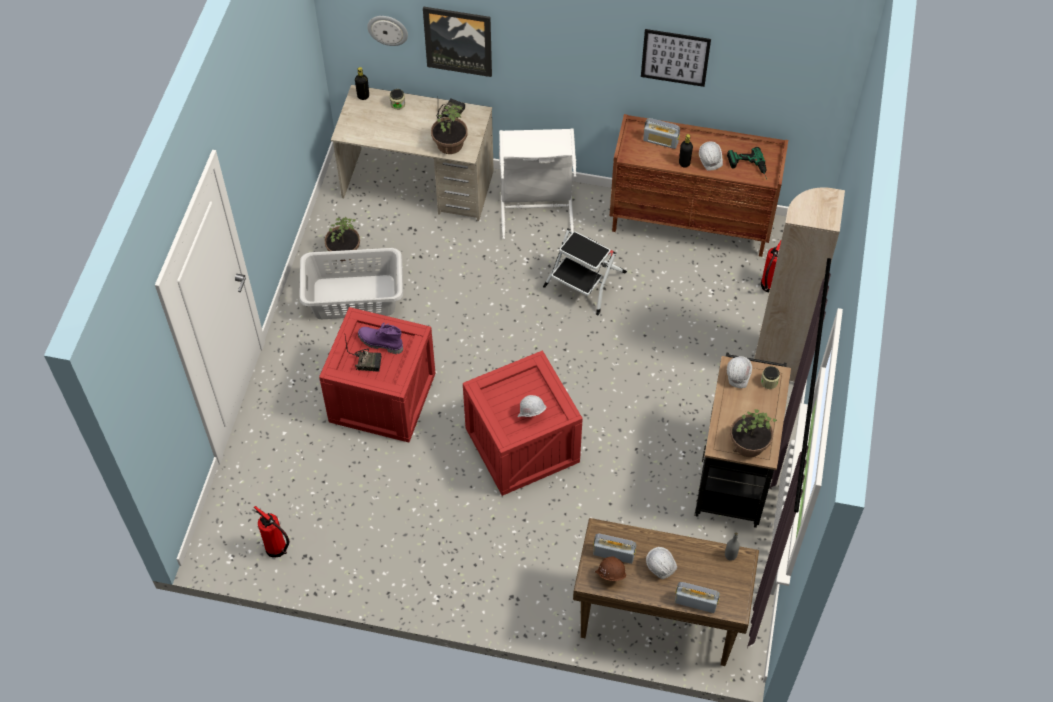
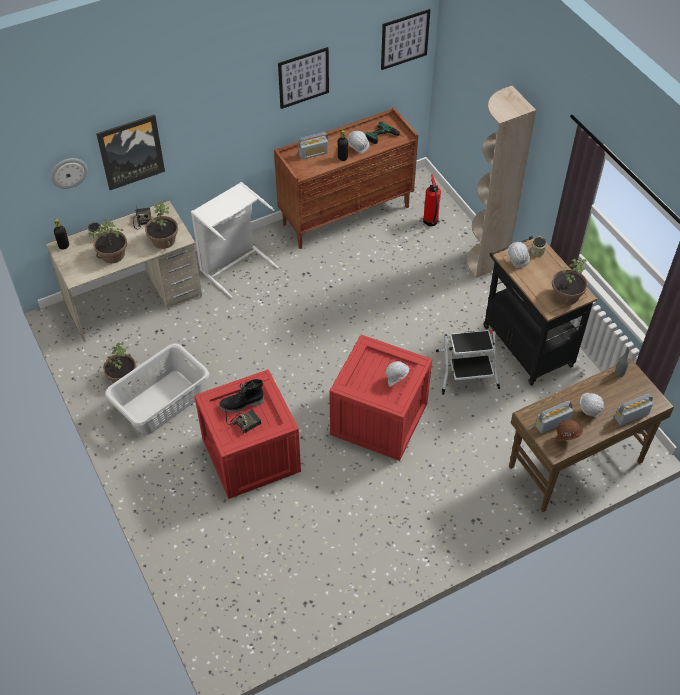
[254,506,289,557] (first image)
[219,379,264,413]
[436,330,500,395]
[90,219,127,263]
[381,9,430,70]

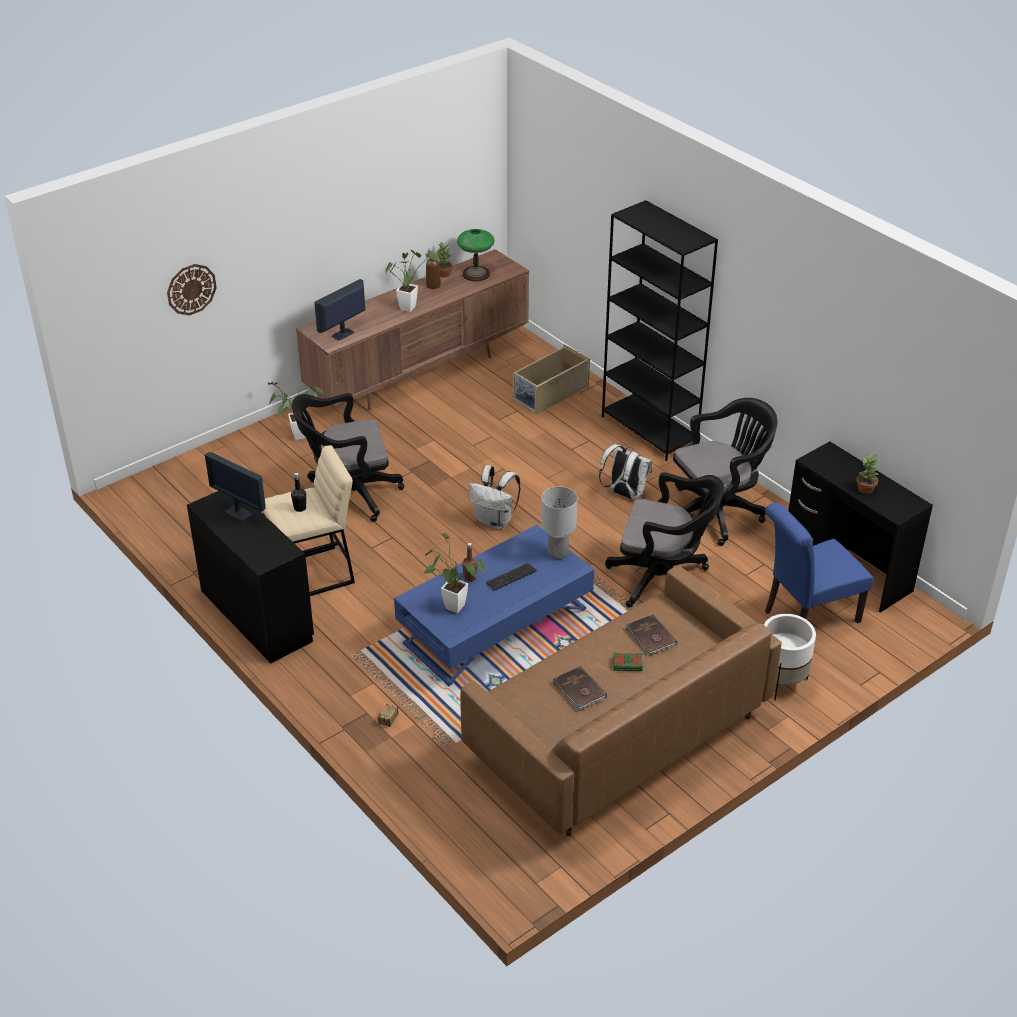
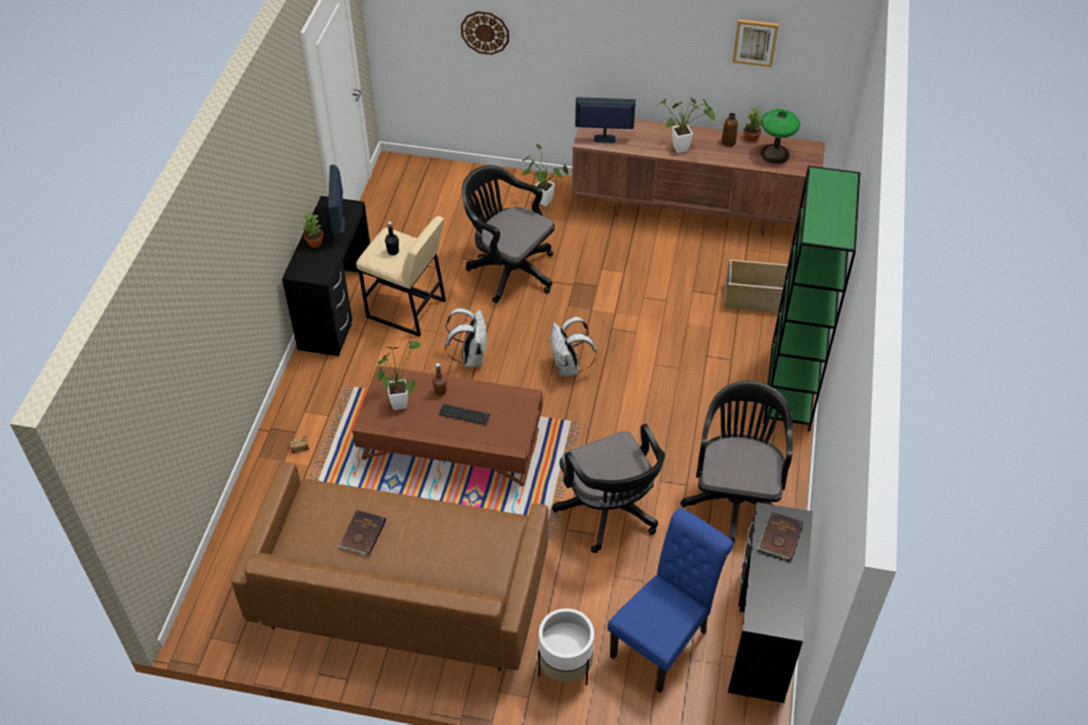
[352,365,543,486]
[541,487,578,559] (first image)
[445,308,488,367]
[763,166,861,431]
[613,652,643,671] (first image)
[756,511,803,560]
[680,381,793,542]
[608,508,734,693]
[303,211,323,248]
[732,19,779,67]

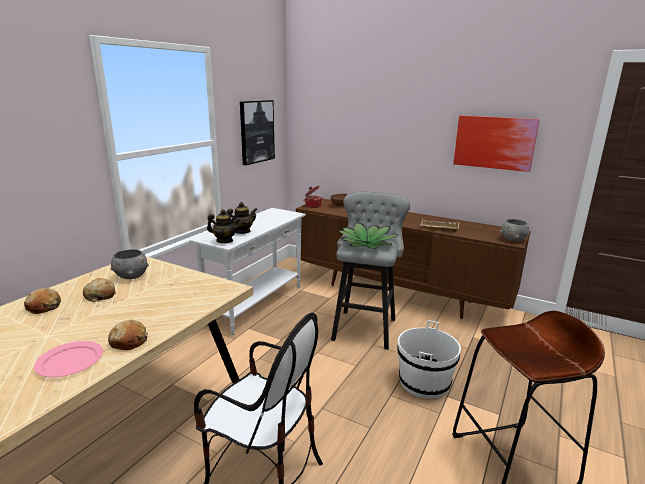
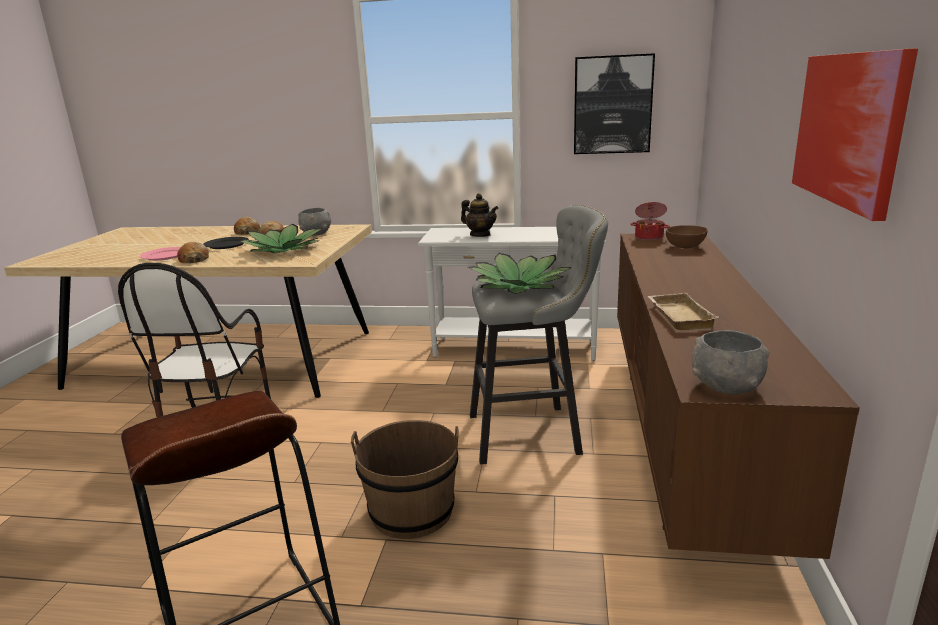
[207,209,240,243] (first image)
[351,420,459,539]
[203,237,249,249]
[240,224,323,253]

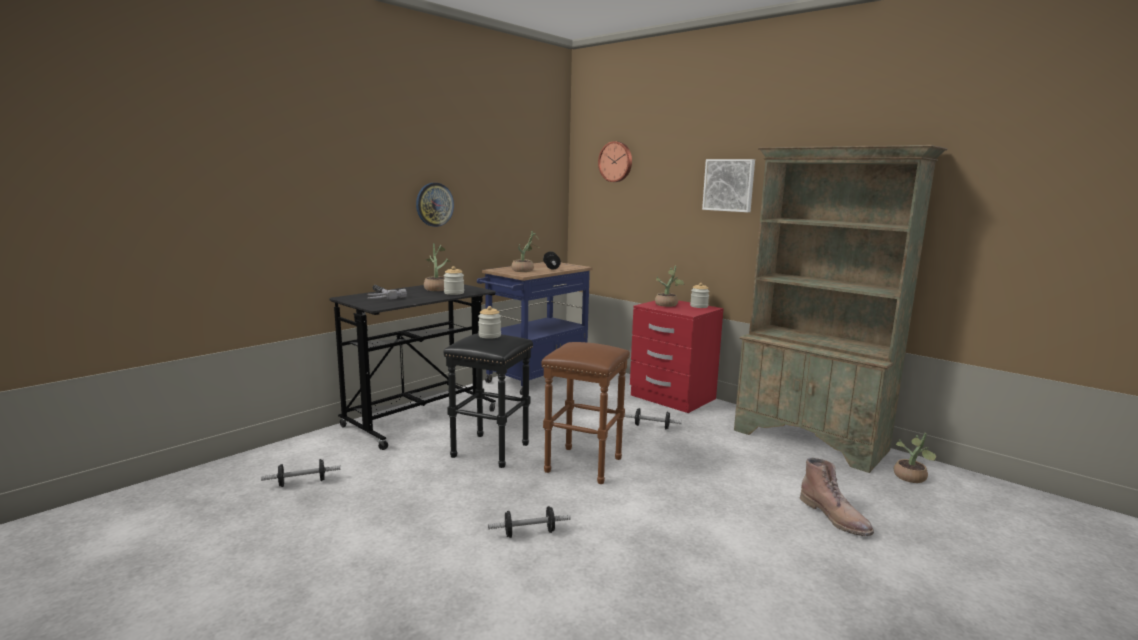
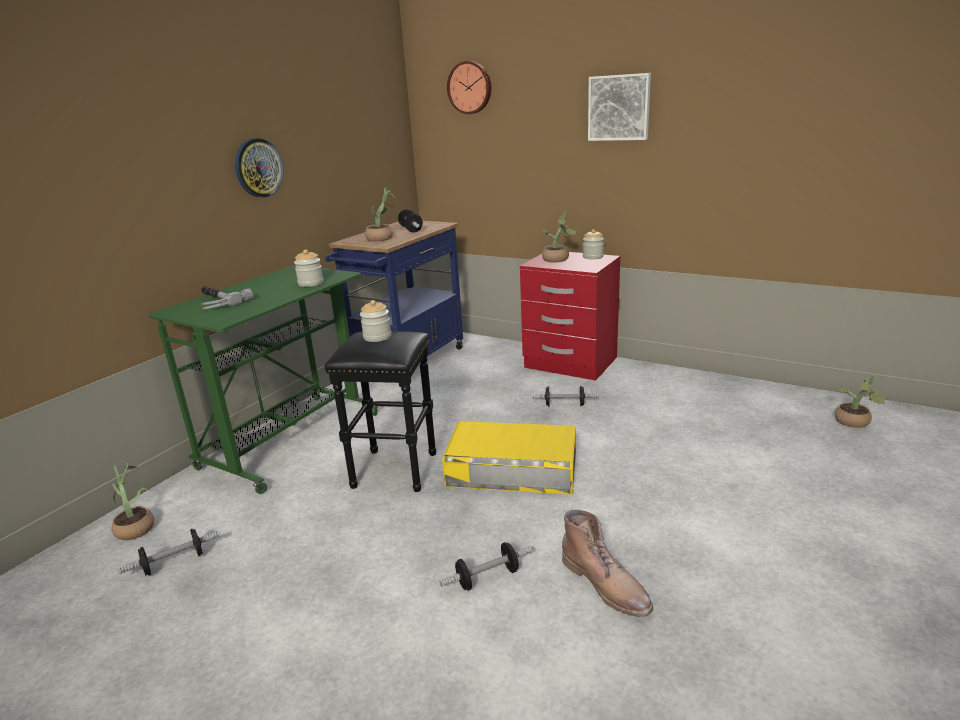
[149,265,378,494]
[108,463,154,540]
[442,421,576,494]
[734,145,948,473] (first image)
[562,510,653,617]

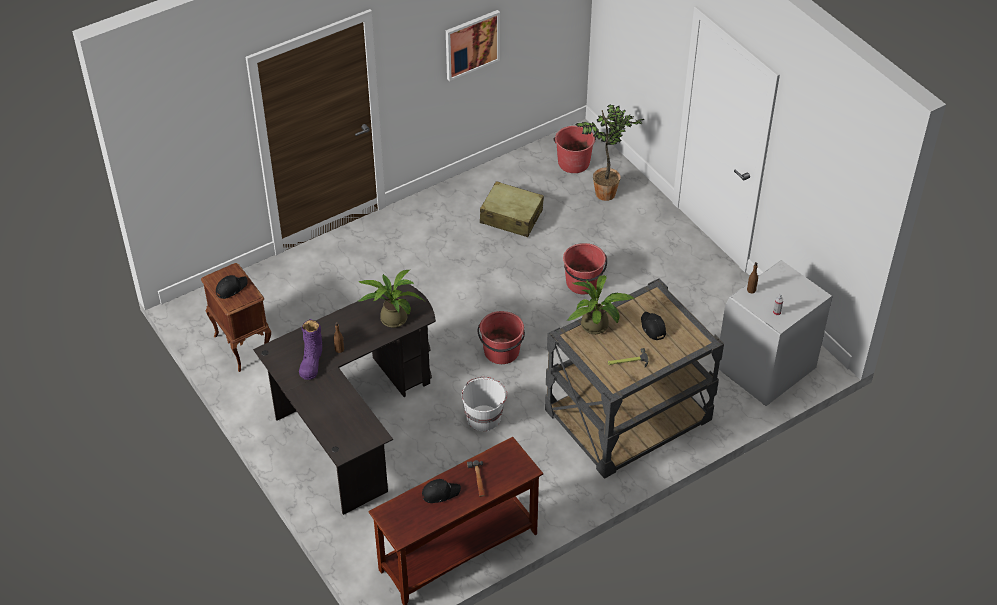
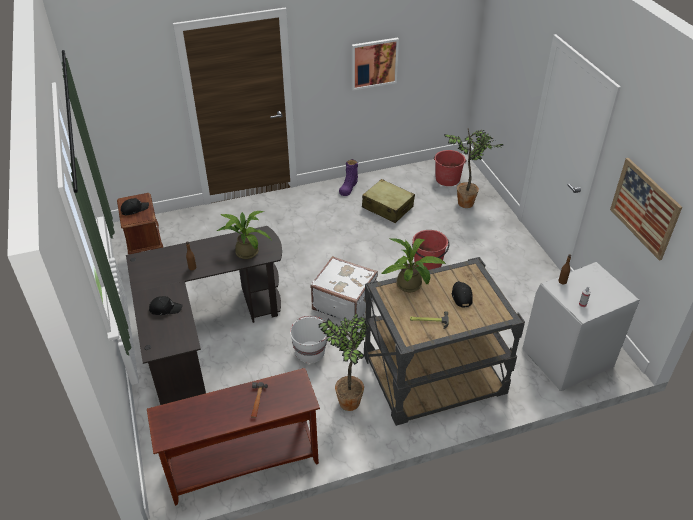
[339,159,358,196]
[149,296,183,315]
[310,256,378,322]
[319,314,368,411]
[610,158,682,261]

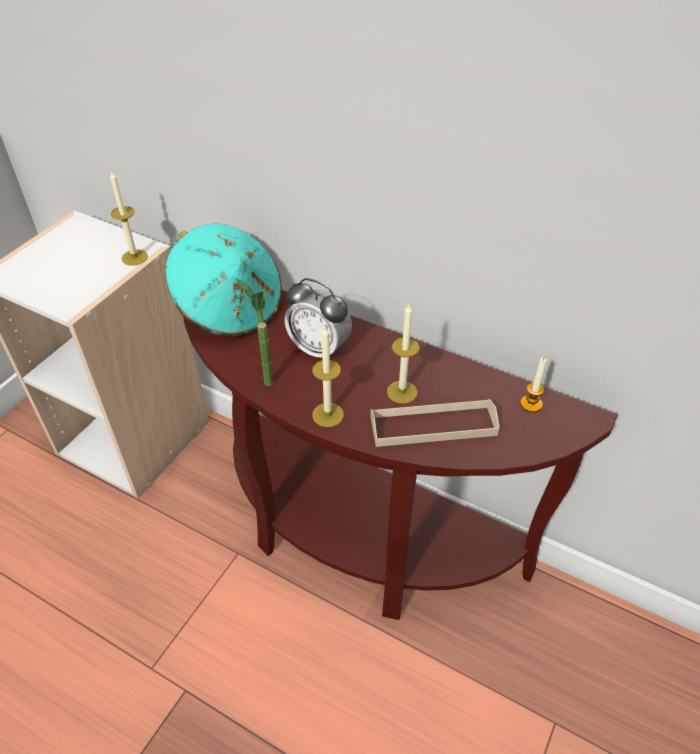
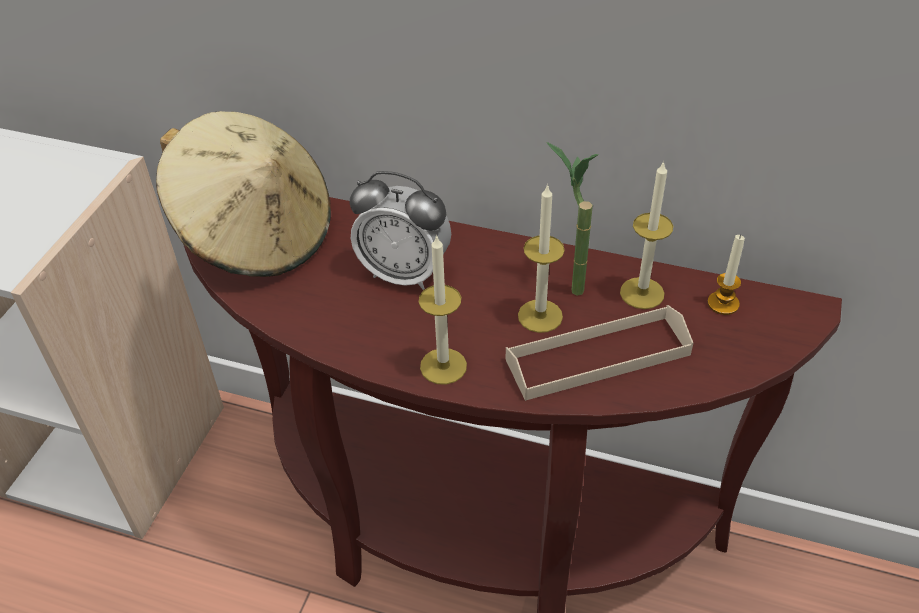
[620,161,673,309]
[156,111,331,277]
[546,142,599,296]

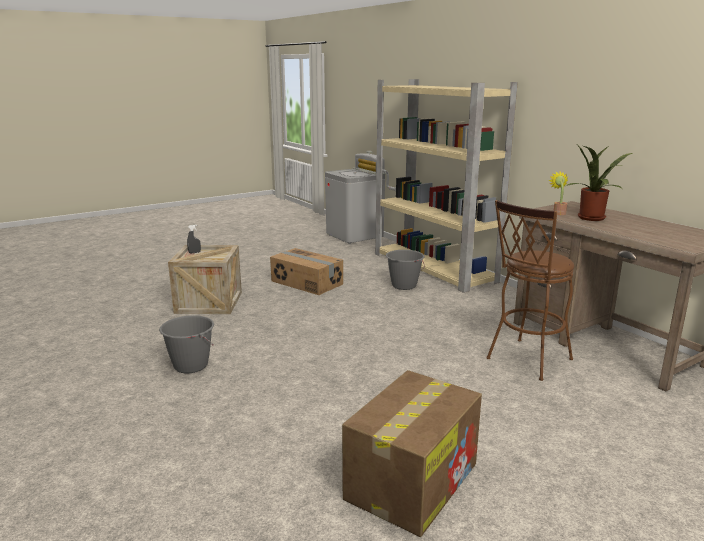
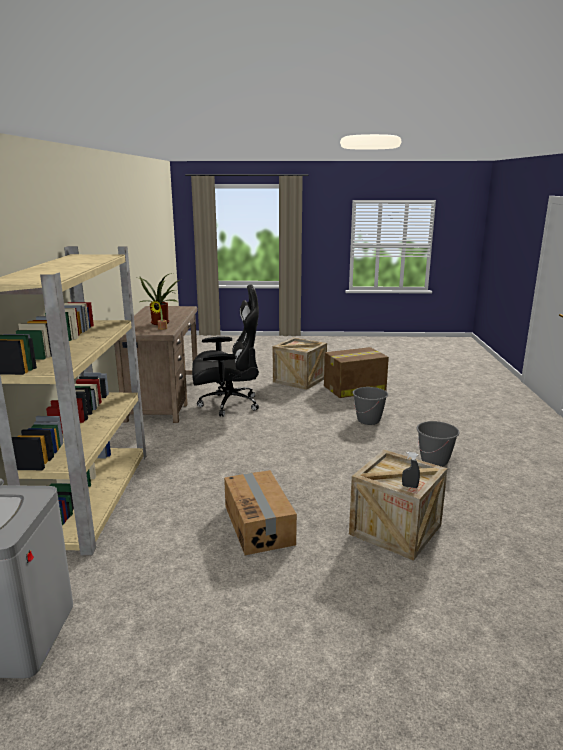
[352,387,388,425]
[192,285,259,417]
[273,337,327,390]

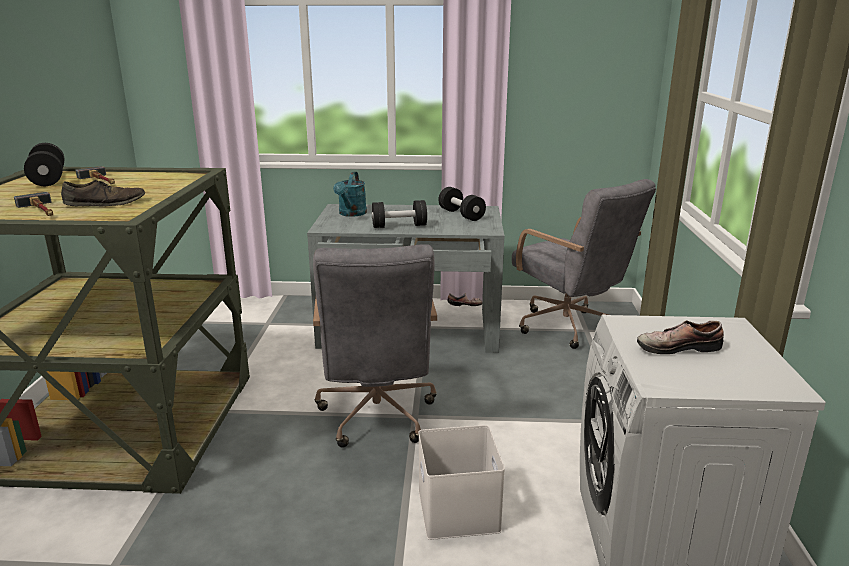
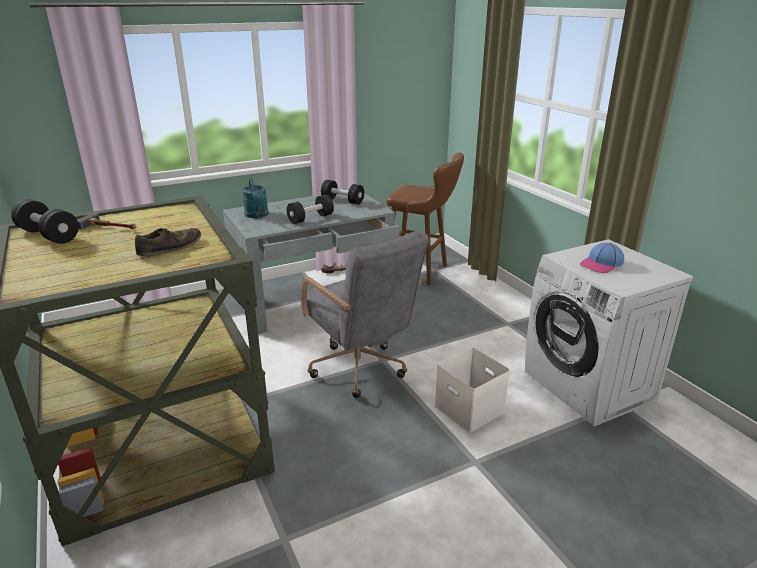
[14,192,53,216] (first image)
[386,153,464,285]
[580,243,624,273]

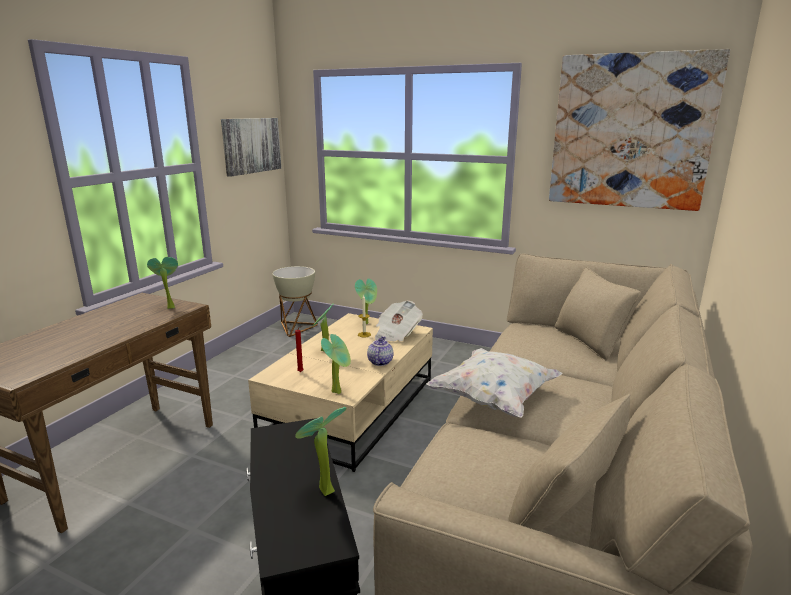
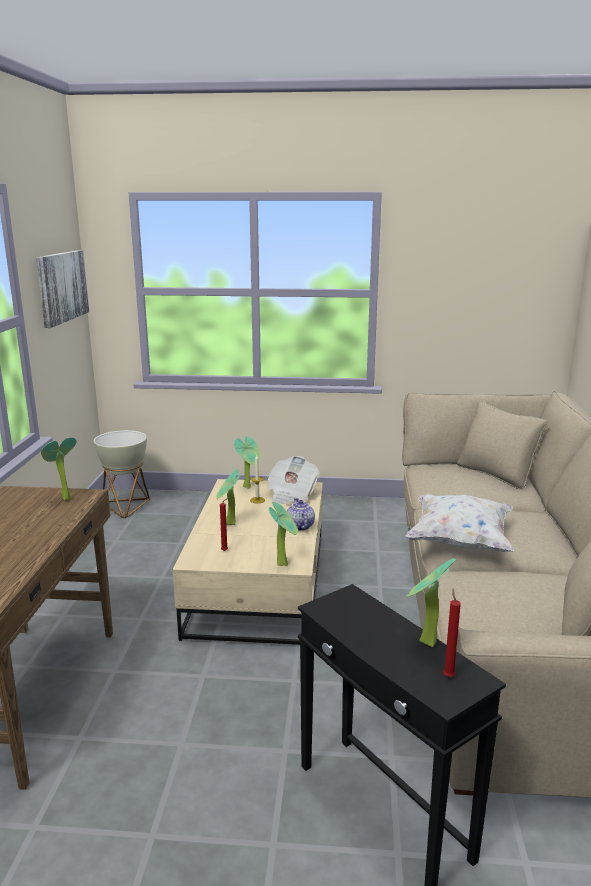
[549,49,730,211] (first image)
[443,589,461,677]

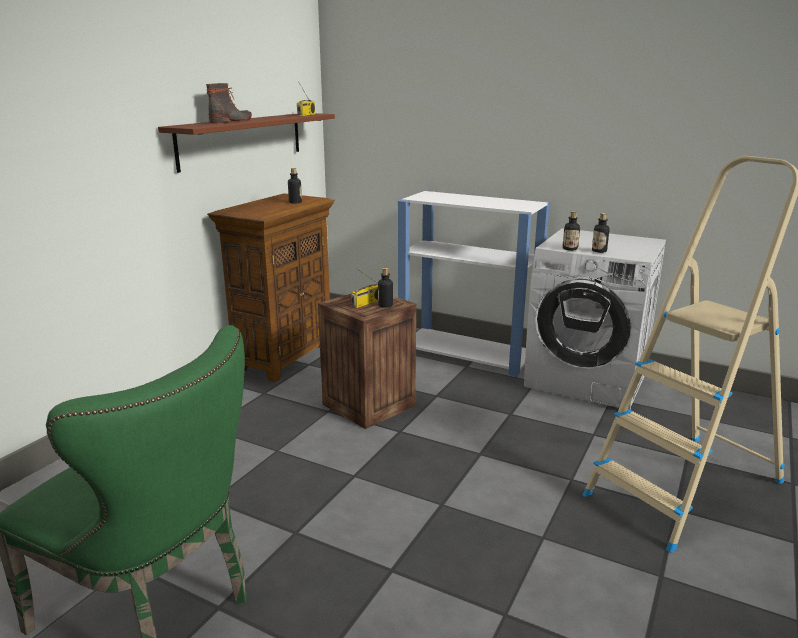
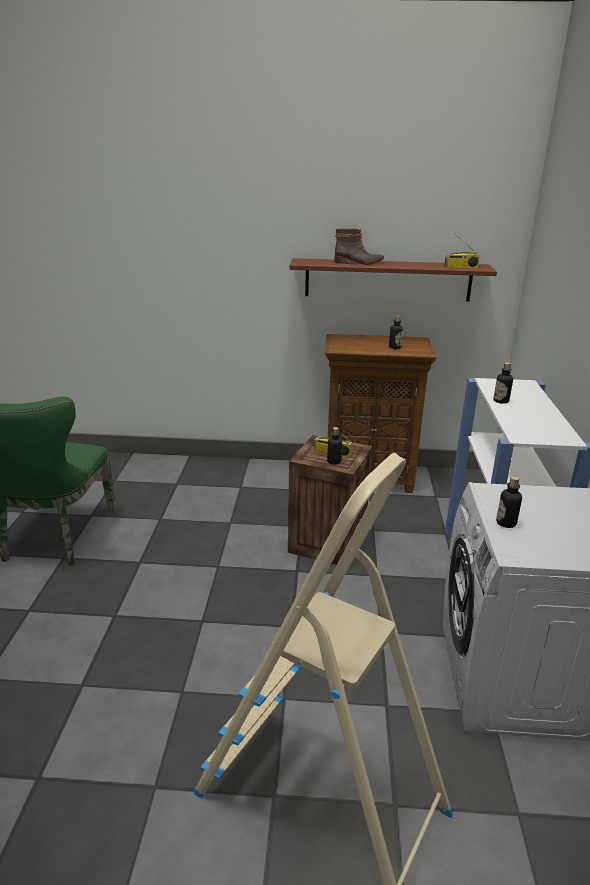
[493,362,513,404]

